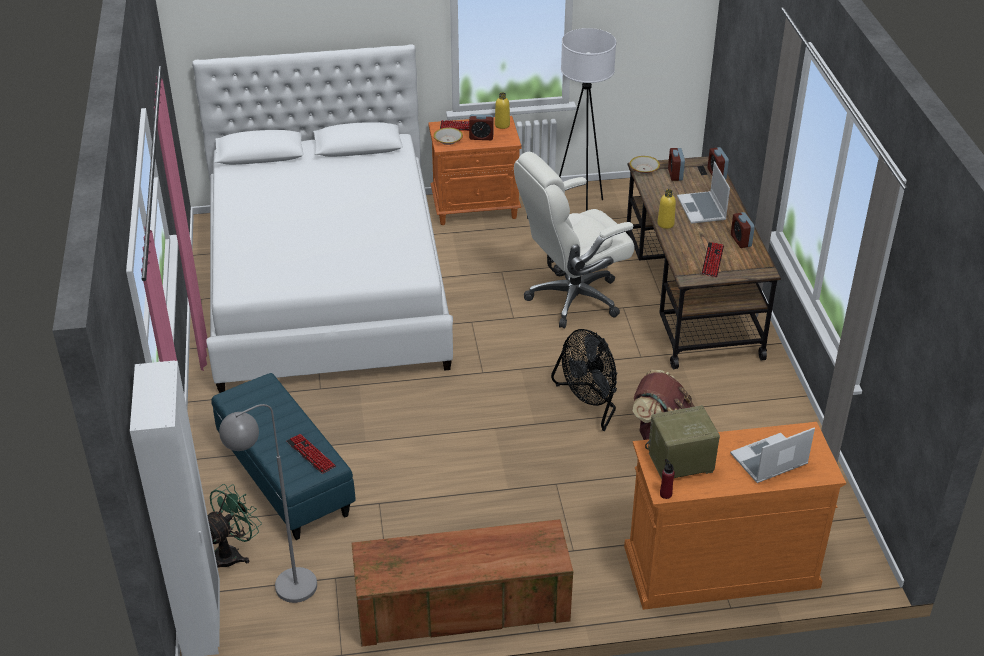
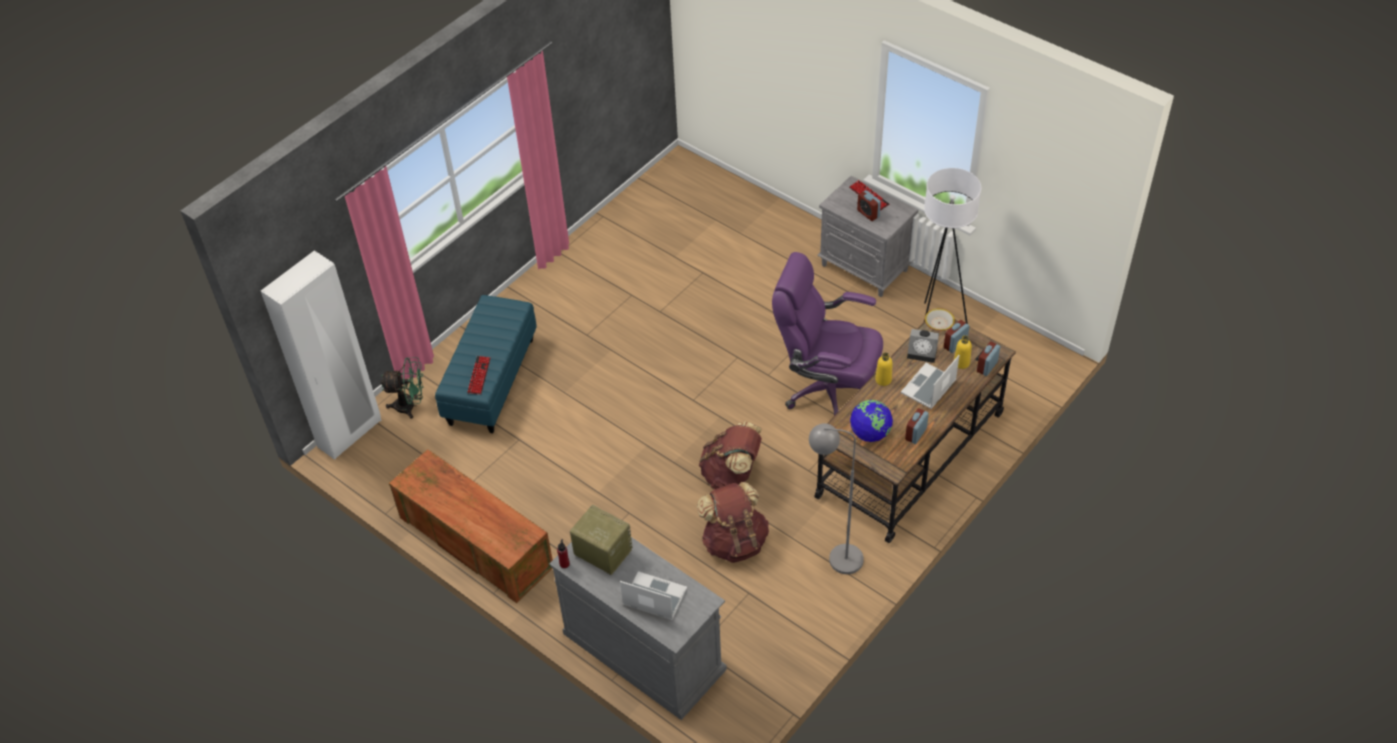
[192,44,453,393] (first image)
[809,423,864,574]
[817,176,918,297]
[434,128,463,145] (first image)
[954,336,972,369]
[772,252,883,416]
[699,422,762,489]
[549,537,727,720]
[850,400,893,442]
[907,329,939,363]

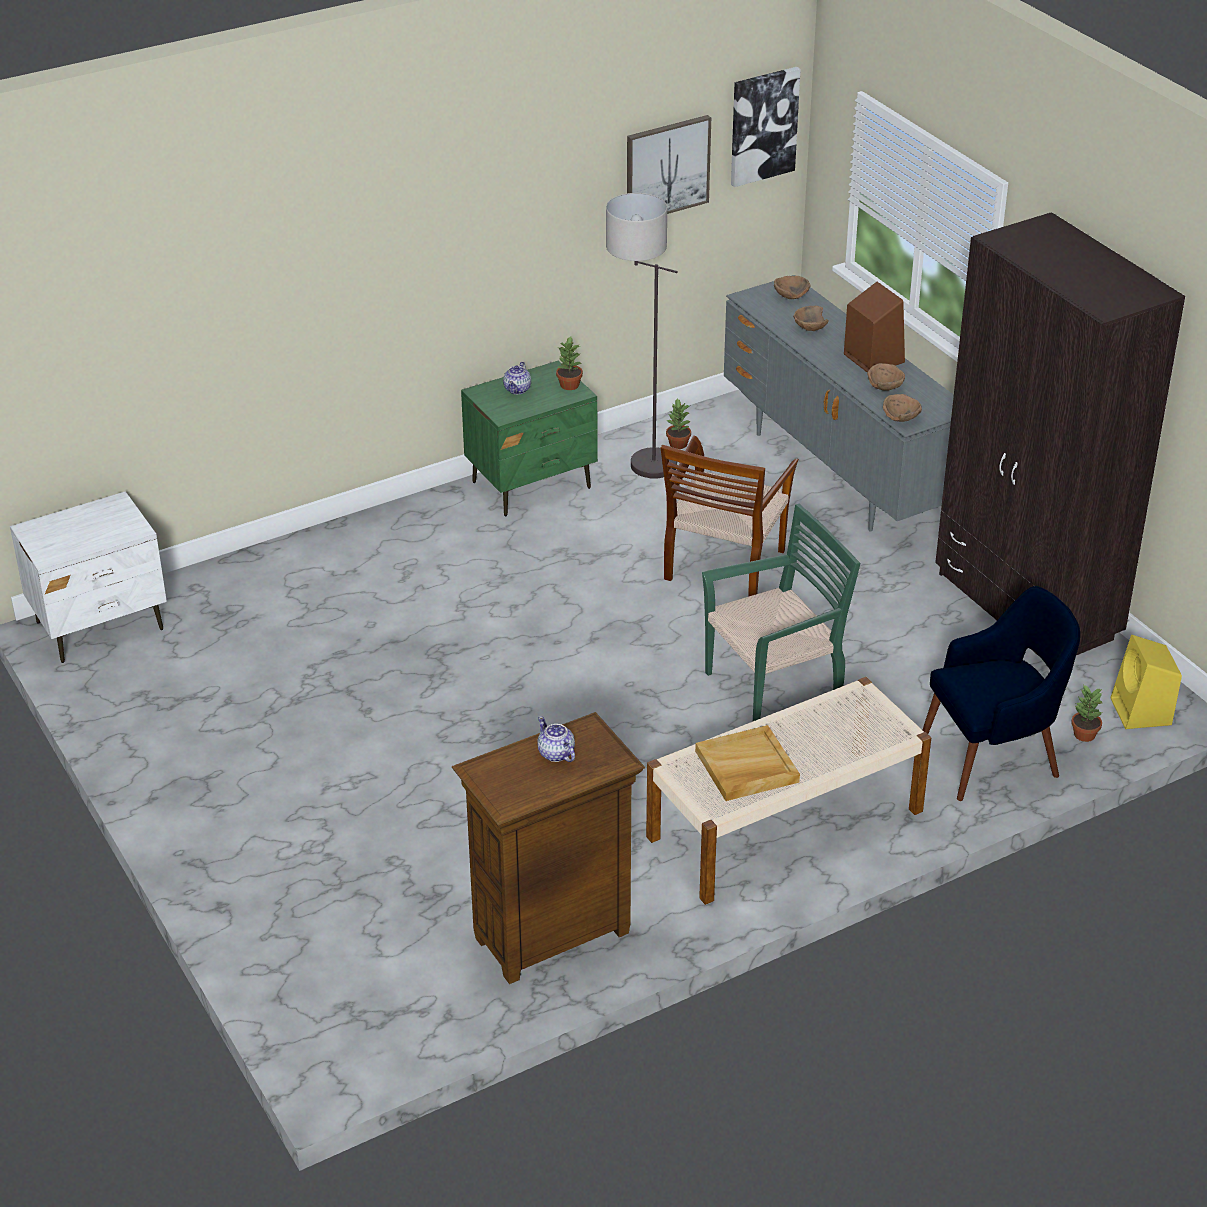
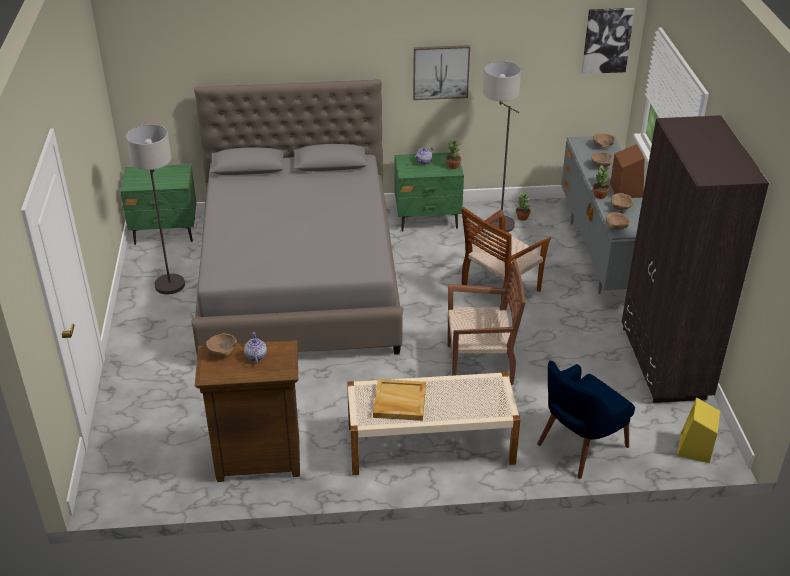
[120,164,197,245]
[413,45,470,100]
[447,259,526,385]
[537,360,635,479]
[593,164,611,199]
[126,124,185,294]
[192,79,403,355]
[206,333,237,356]

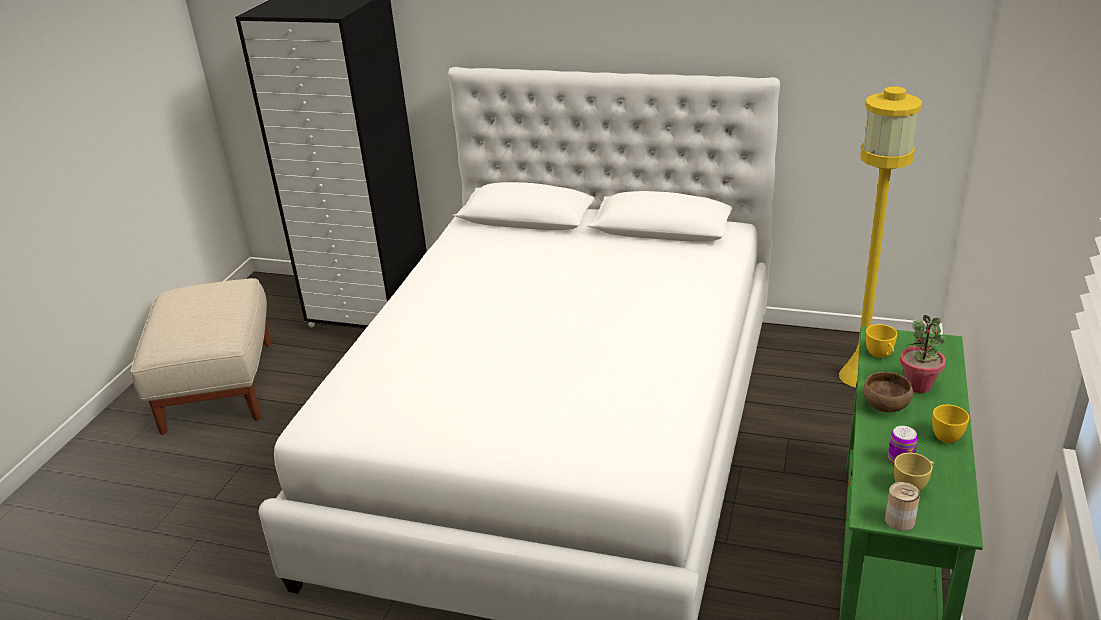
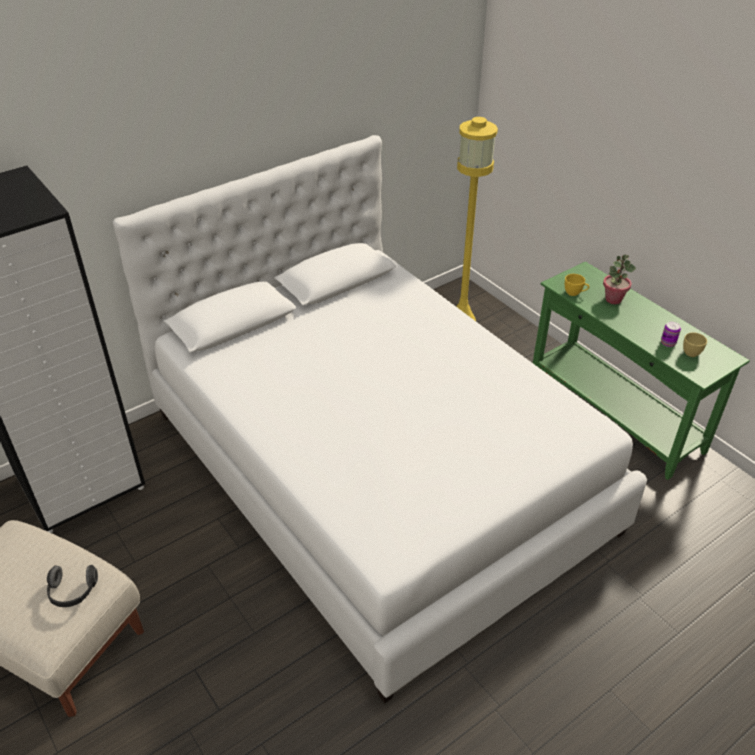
[863,372,913,412] (first image)
[885,482,920,531] (first image)
[932,405,969,443] (first image)
[47,565,98,607]

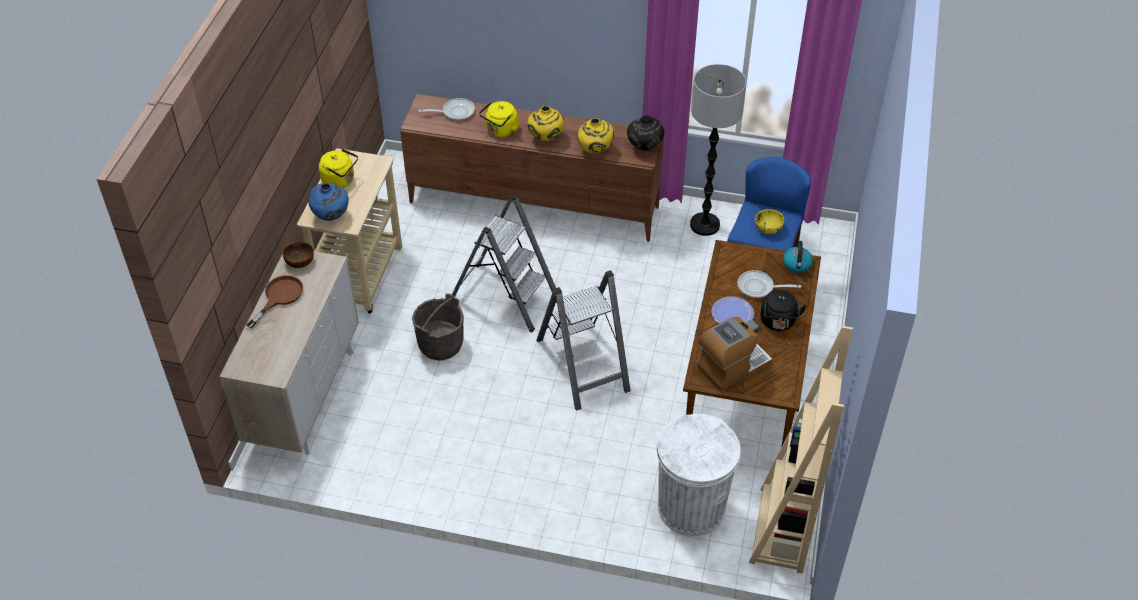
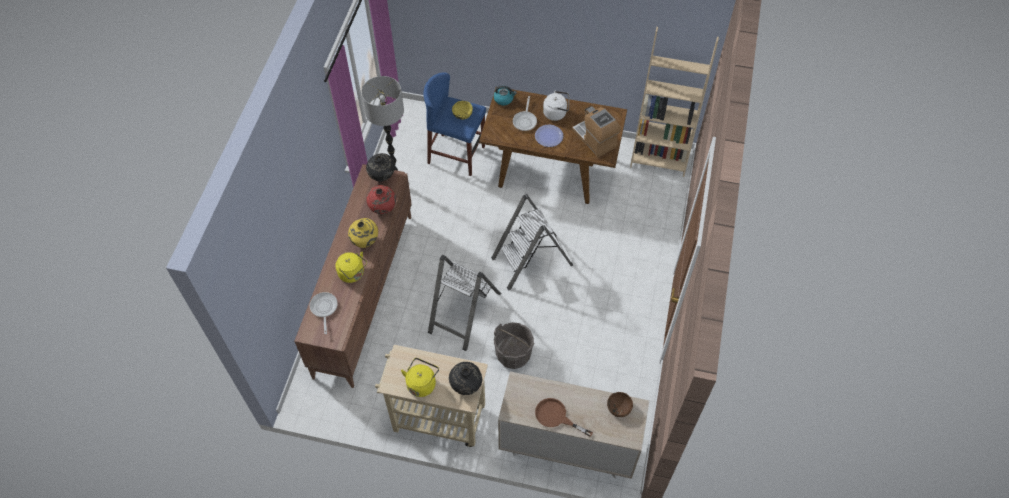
[607,392,633,417]
[449,362,482,395]
[366,185,396,214]
[656,414,741,536] (first image)
[543,91,569,121]

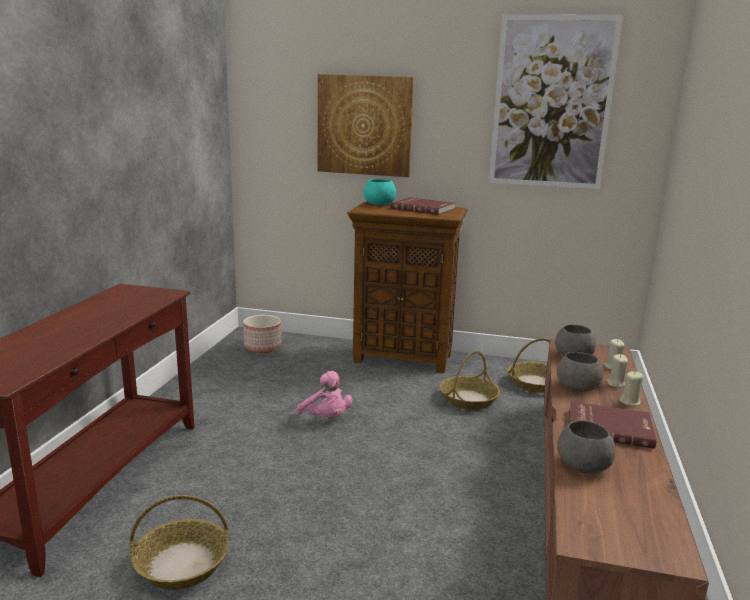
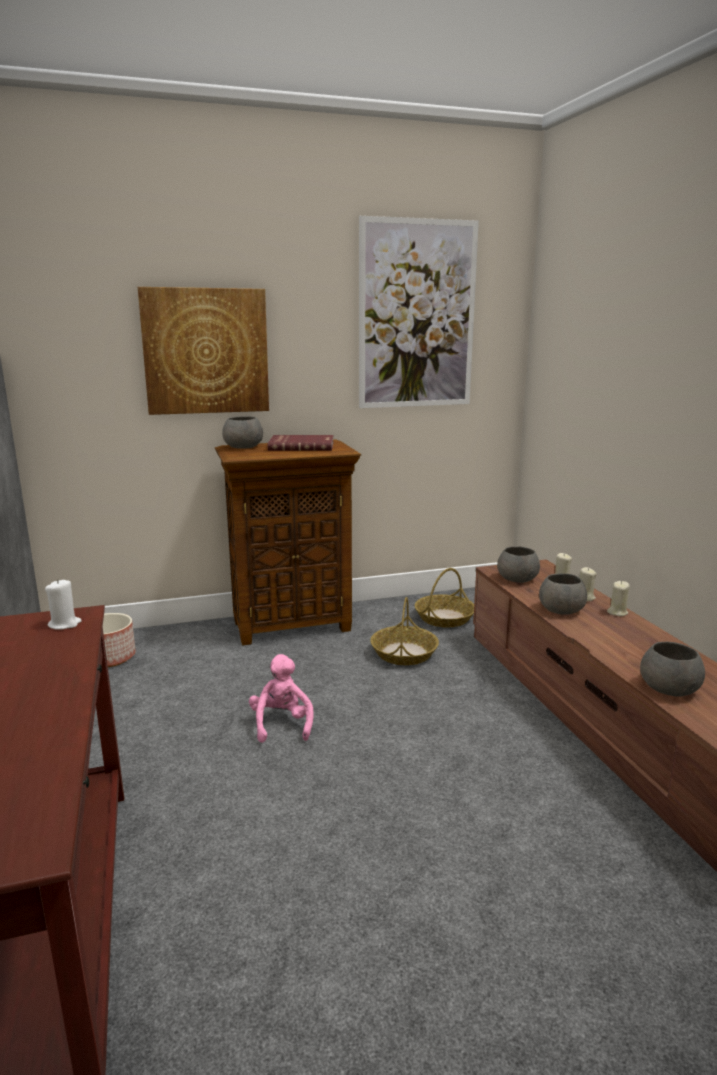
[130,495,229,590] (first image)
[249,654,314,743]
[222,416,263,449]
[569,401,657,449] (first image)
[45,579,82,630]

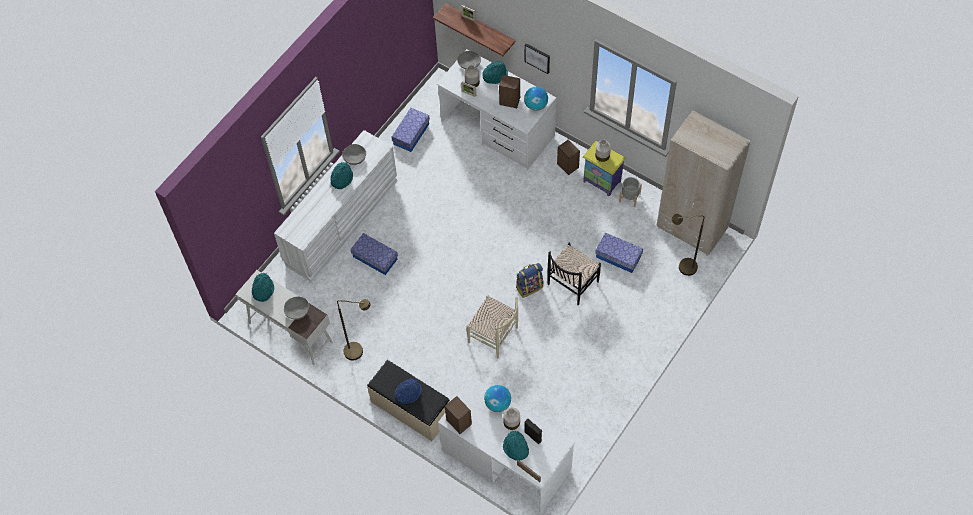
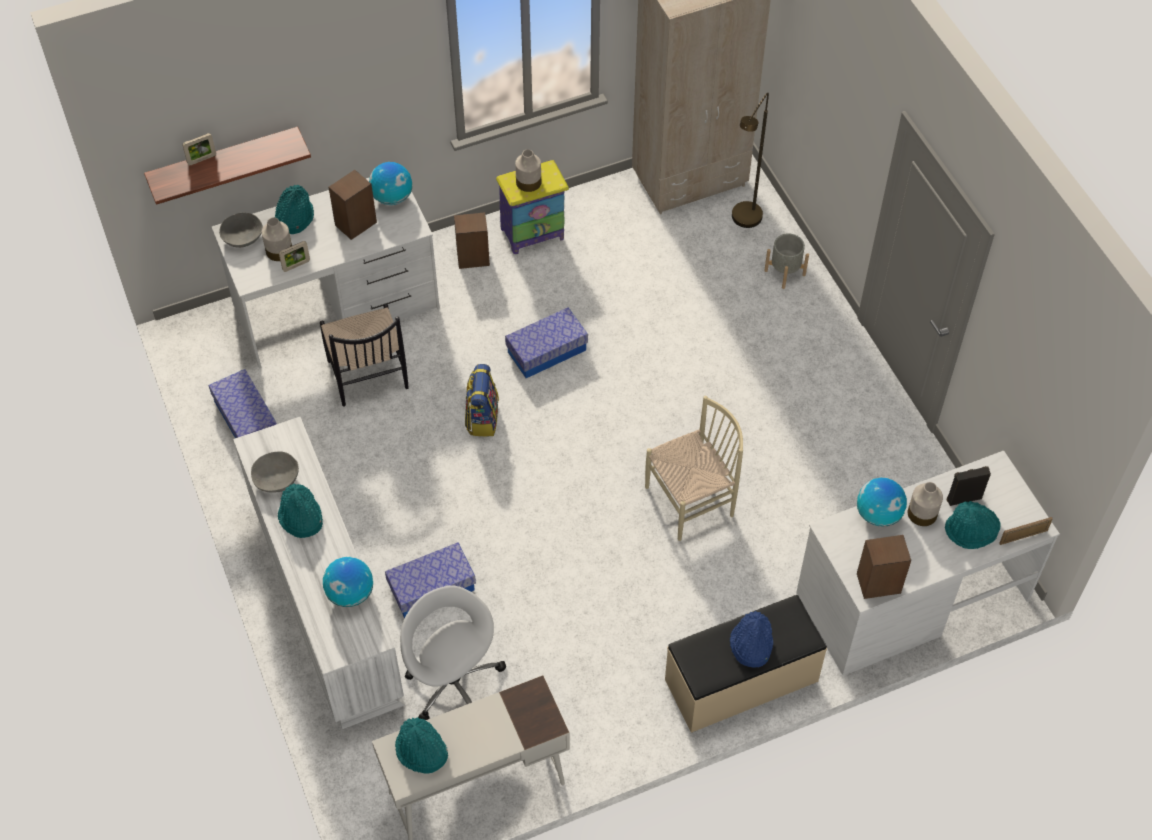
[284,297,309,320] (first image)
[337,299,370,360] (first image)
[465,364,499,436]
[525,44,550,74] (first image)
[320,303,409,407]
[505,307,588,378]
[764,233,809,289]
[323,557,373,607]
[400,586,506,720]

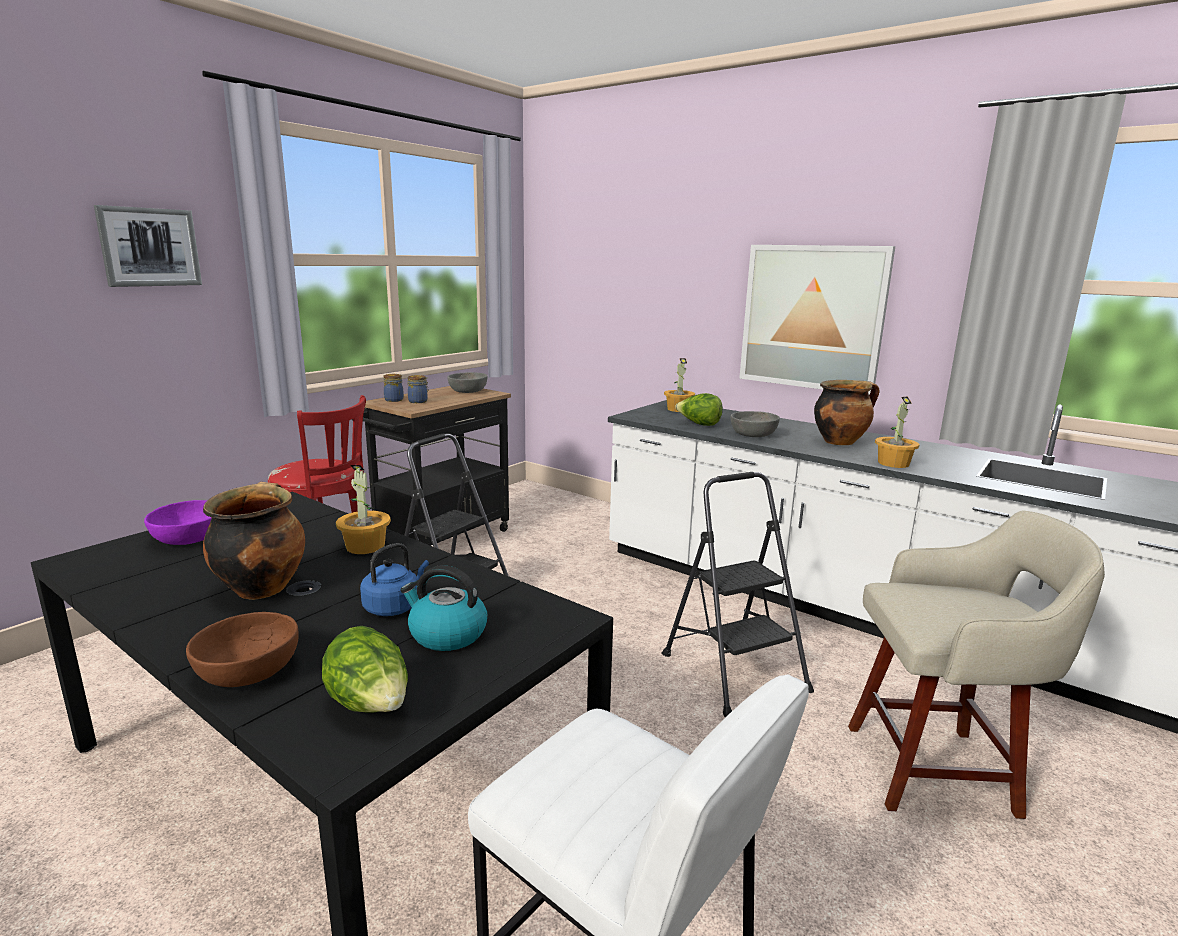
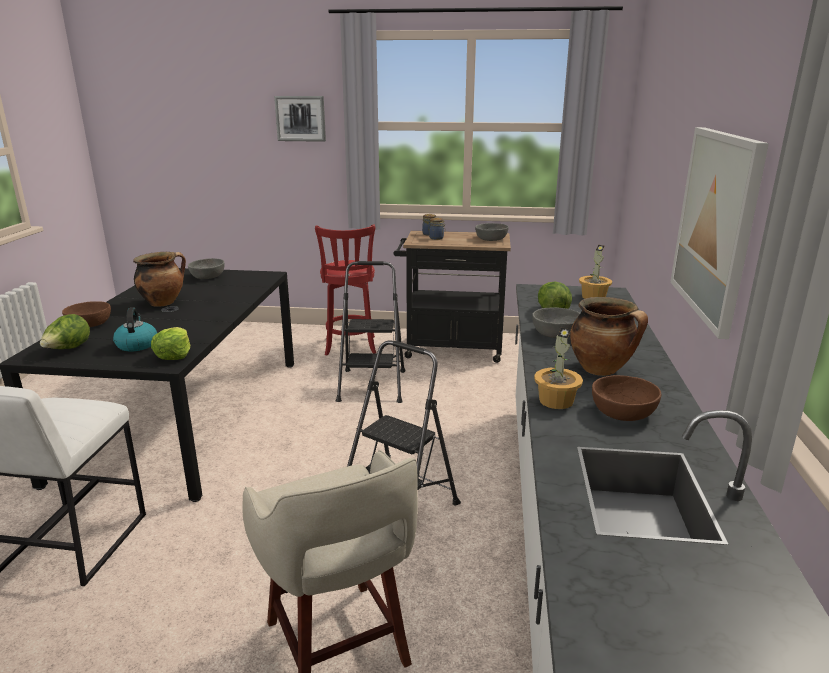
[188,258,224,279]
[336,465,391,554] (first image)
[360,543,429,616] (first image)
[151,327,190,360]
[592,375,661,421]

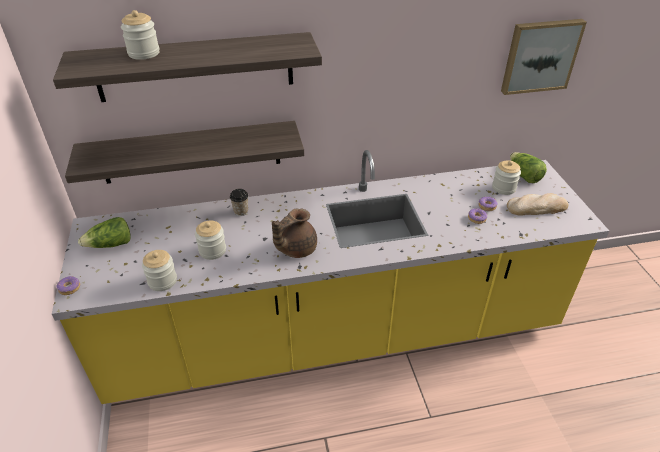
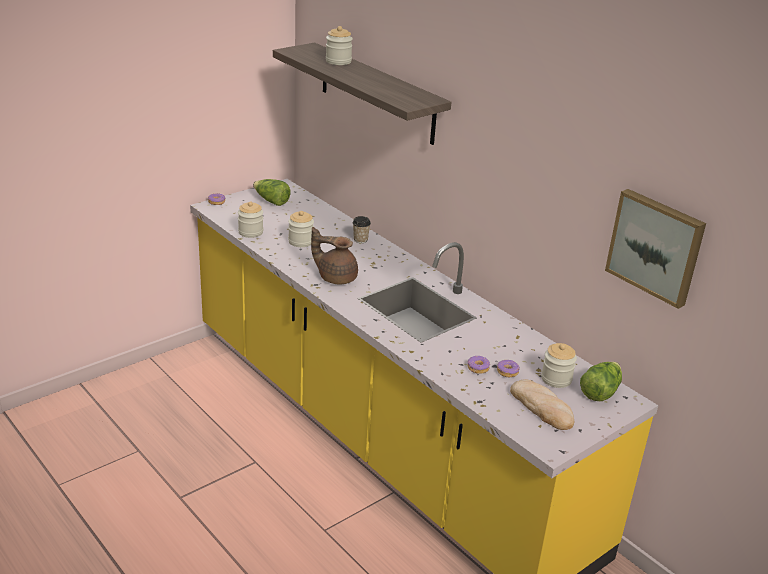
[65,121,304,184] (first image)

